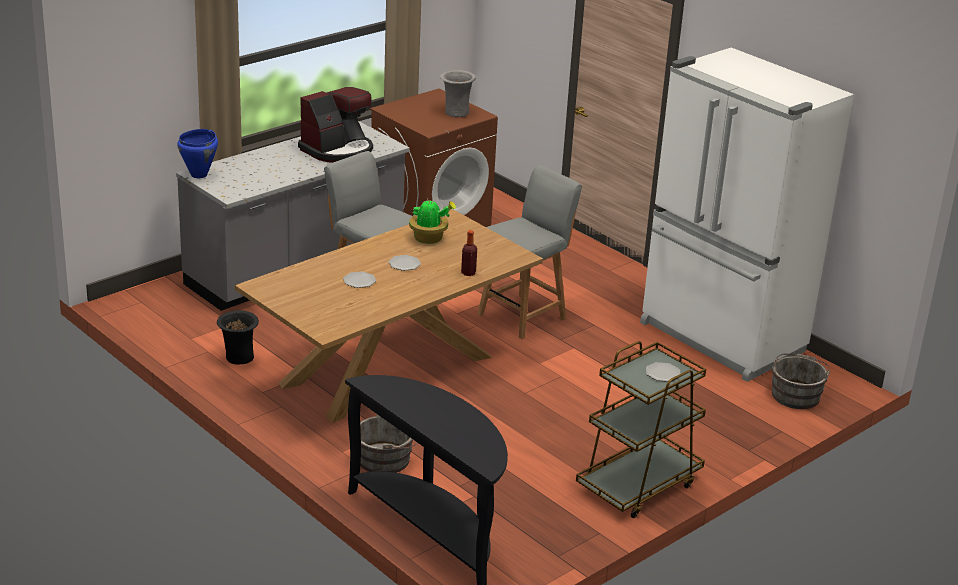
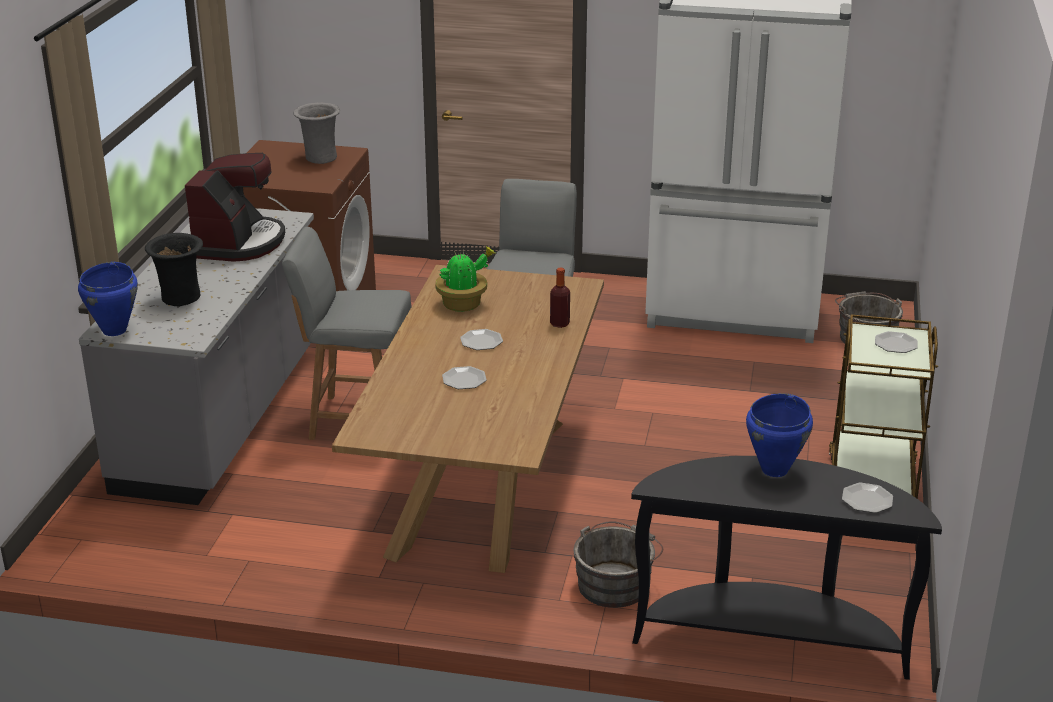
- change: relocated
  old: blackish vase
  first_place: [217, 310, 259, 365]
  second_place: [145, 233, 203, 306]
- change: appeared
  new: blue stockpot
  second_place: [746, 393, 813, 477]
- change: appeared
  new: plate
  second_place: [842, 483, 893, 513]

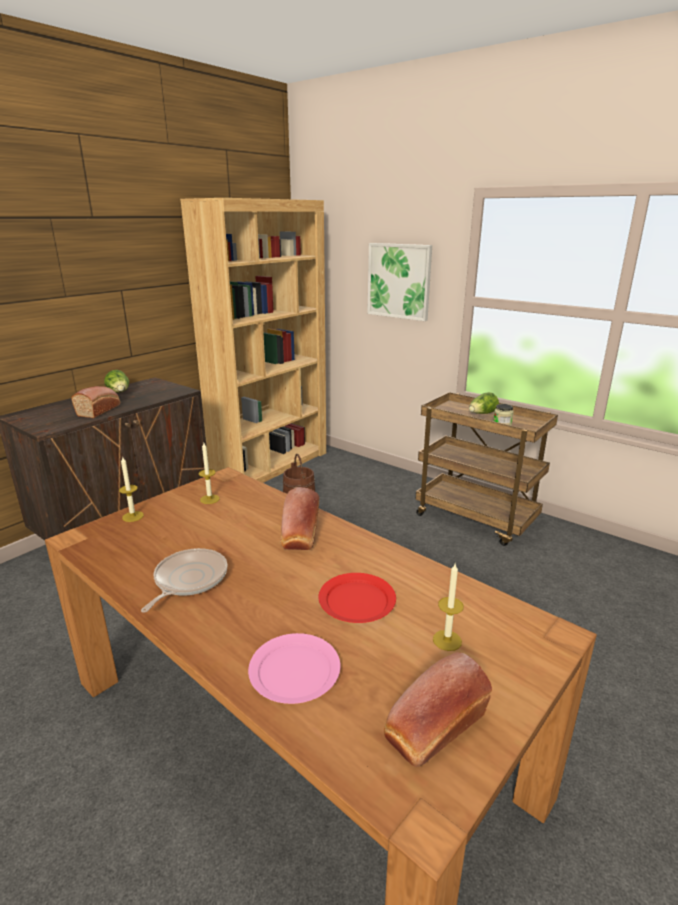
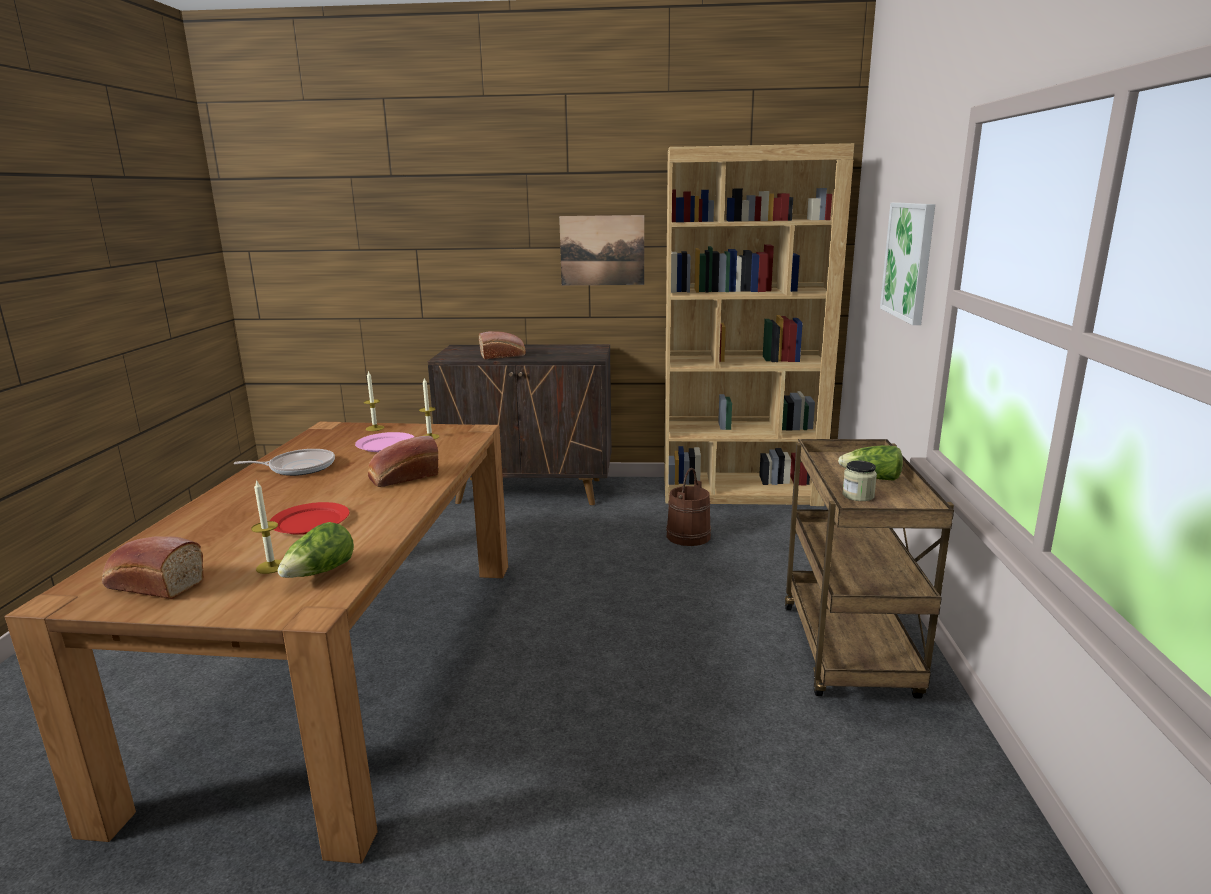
- change: relocated
  old: lettuce
  first_place: [104, 370, 129, 393]
  second_place: [278, 522, 354, 578]
- change: relocated
  old: pinkish plate
  first_place: [248, 633, 341, 704]
  second_place: [355, 432, 414, 452]
- change: appeared
  new: wall picture
  second_place: [559, 215, 644, 285]

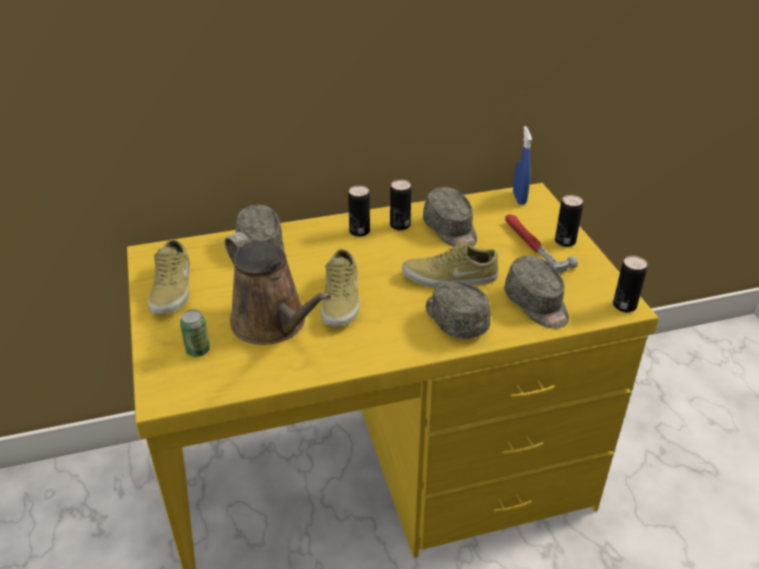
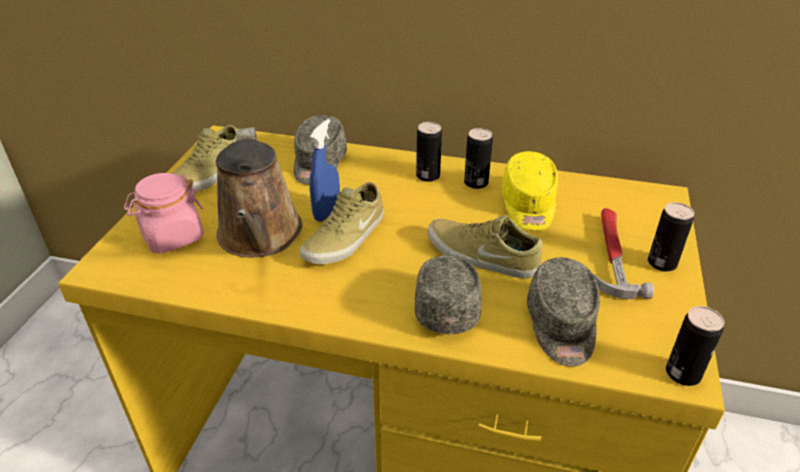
- change: exchanged
  old: metal can
  new: pinkish storage jar
  first_place: [180, 310, 210, 357]
  second_place: [124, 173, 204, 254]
- change: colour
  old: grey cap
  new: yellow cap
  first_place: [423, 187, 477, 247]
  second_place: [502, 151, 558, 231]
- change: relocated
  old: blue sprayer
  first_place: [513, 126, 532, 205]
  second_place: [310, 119, 340, 222]

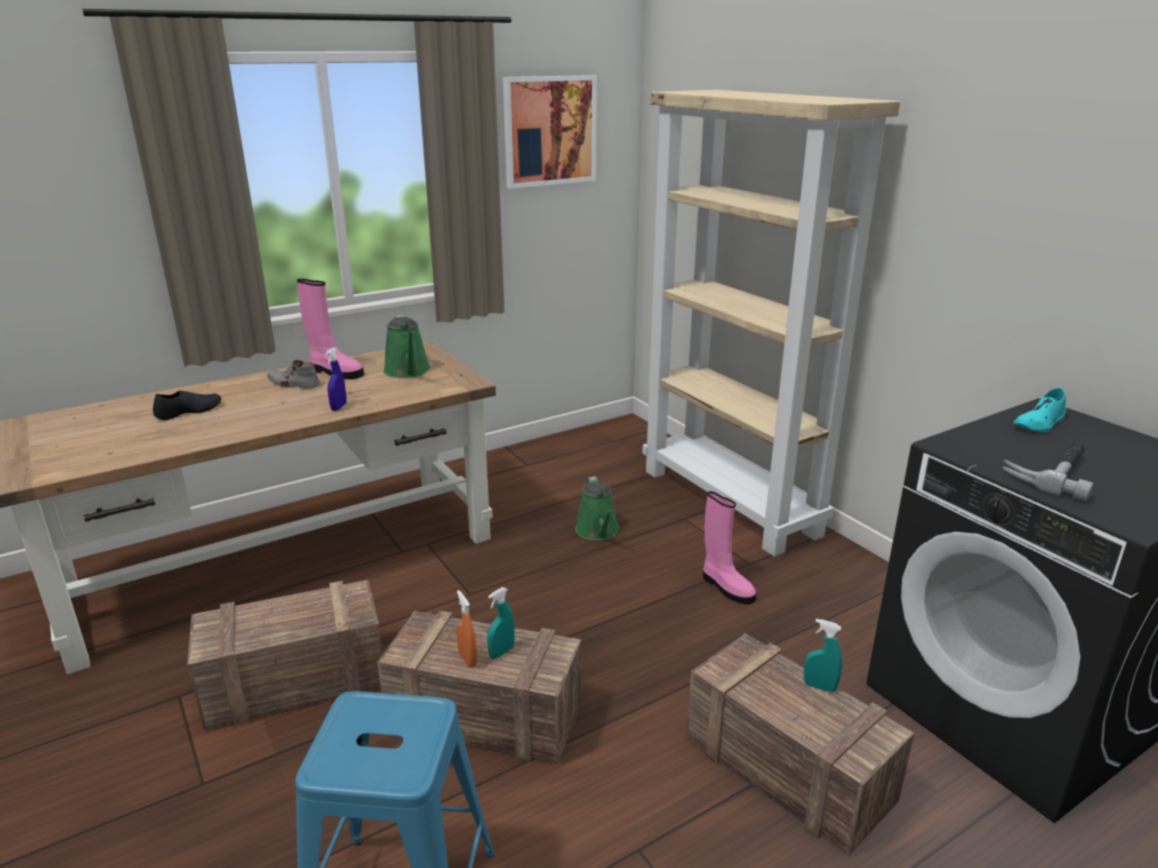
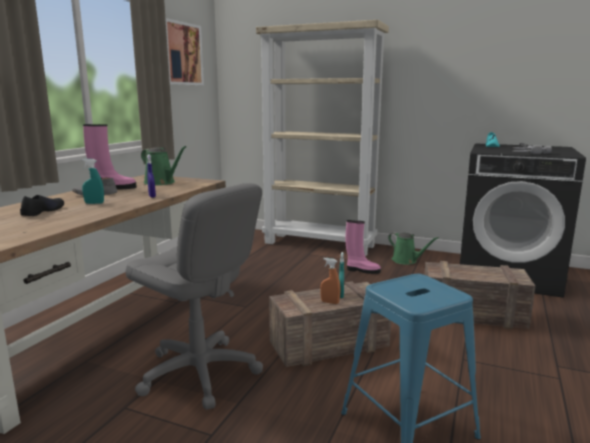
- change: exchanged
  old: packing crate
  new: grey desk chair
  first_place: [187, 580, 383, 729]
  second_place: [125, 183, 263, 410]
- change: relocated
  old: green sprinkling can
  first_place: [575, 476, 619, 540]
  second_place: [388, 232, 439, 265]
- change: relocated
  old: turquoise-coloured sprayer
  first_place: [804, 619, 842, 692]
  second_place: [81, 159, 104, 204]

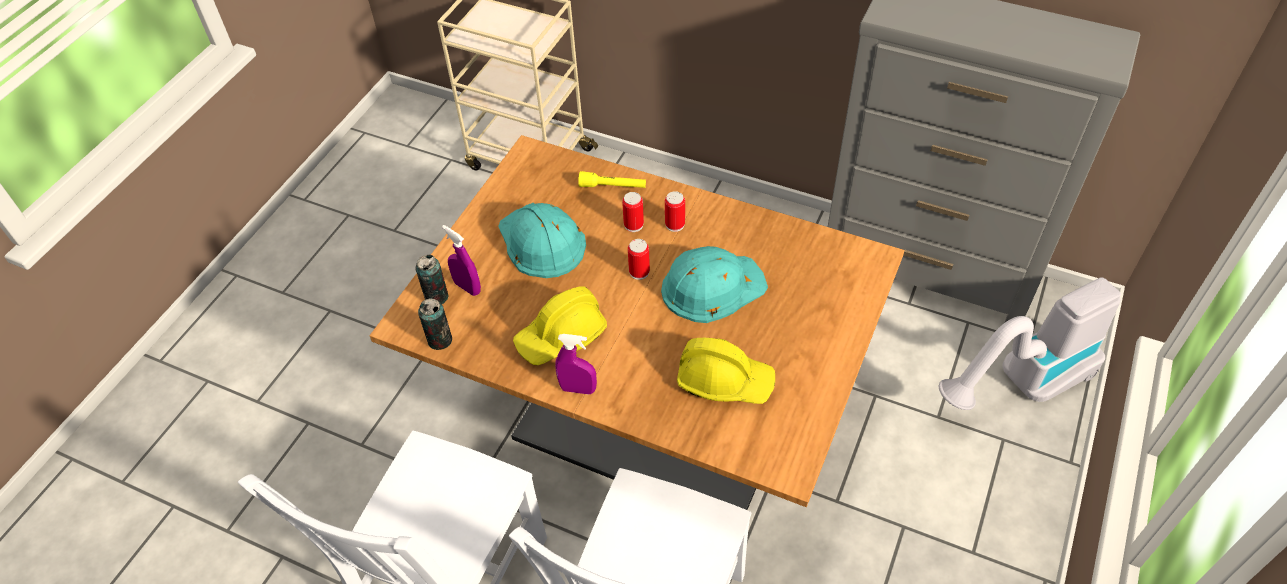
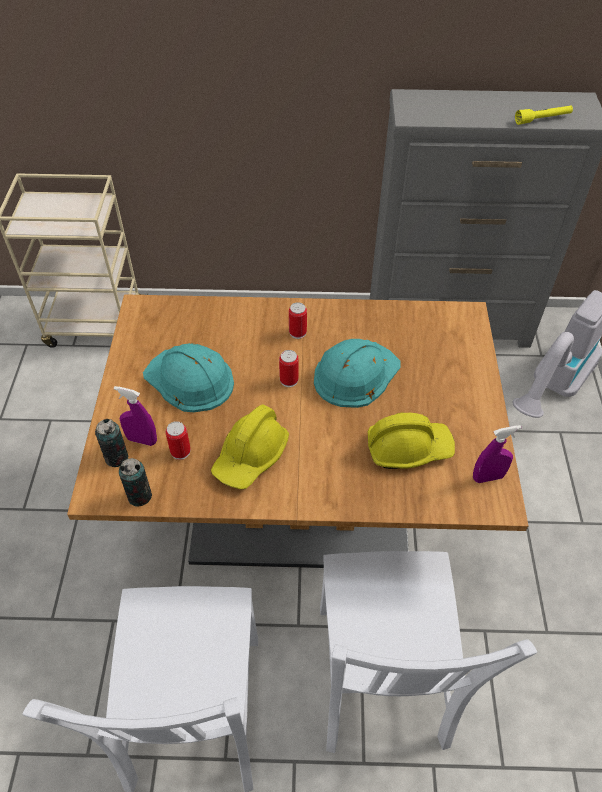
- change: relocated
  old: purple sprayer
  first_place: [555, 334, 597, 394]
  second_place: [473, 425, 521, 483]
- change: relocated
  old: yellow flashlight
  first_place: [578, 171, 646, 188]
  second_place: [515, 106, 573, 125]
- change: relocated
  old: metal can
  first_place: [622, 192, 644, 232]
  second_place: [166, 421, 191, 460]

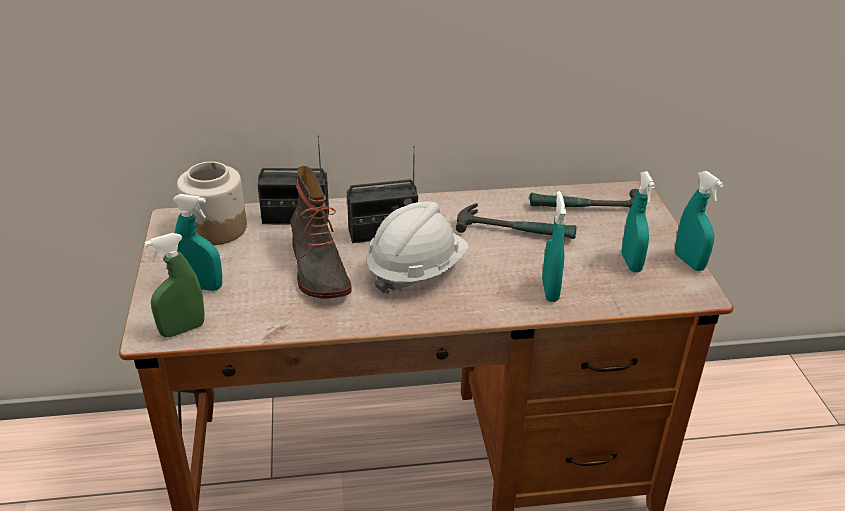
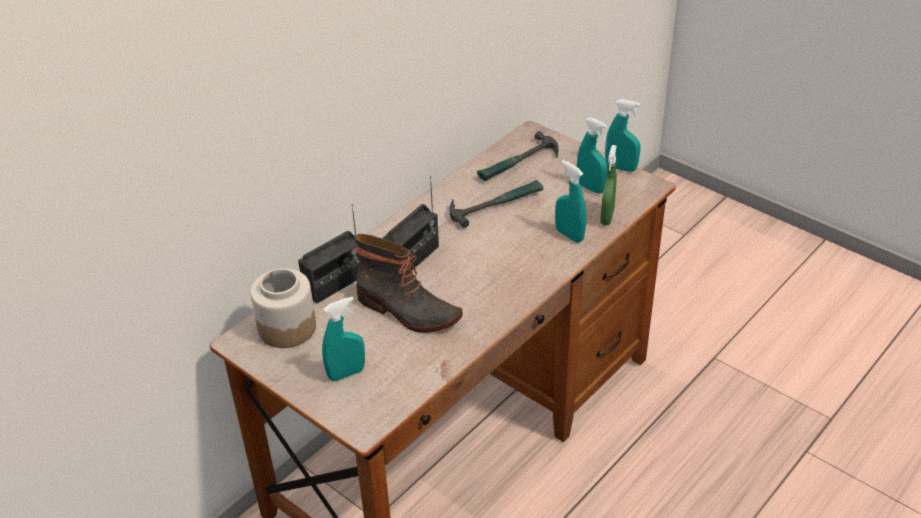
- change: relocated
  old: green sprayer
  first_place: [144, 233, 205, 337]
  second_place: [600, 145, 617, 225]
- change: missing
  old: white-coloured work helmet
  first_place: [367, 201, 469, 294]

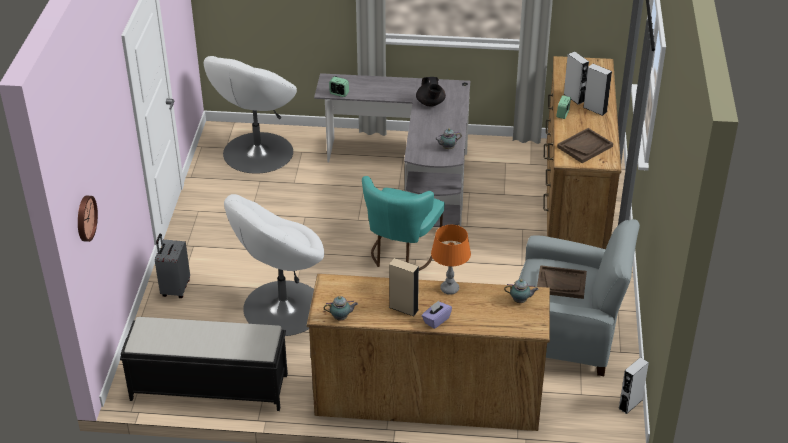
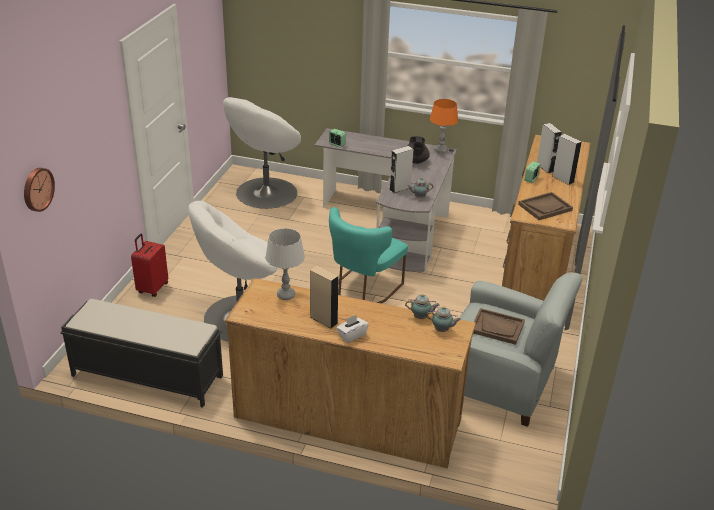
- change: colour
  old: grey suitcase
  new: red suitcase
  first_place: [155, 233, 190, 298]
  second_place: [131, 234, 168, 297]
- change: relocated
  old: tea pot
  first_place: [324, 296, 358, 320]
  second_place: [405, 294, 440, 319]
- change: colour
  old: purple box of tissues
  new: white-coloured box of tissues
  first_place: [422, 301, 452, 329]
  second_place: [336, 315, 369, 343]
- change: relocated
  old: orangey table lamp
  first_place: [431, 225, 471, 295]
  second_place: [430, 99, 458, 153]
- change: relocated
  old: grey audio speaker
  first_place: [618, 357, 649, 414]
  second_place: [390, 146, 413, 193]
- change: appeared
  new: grey table lamp
  second_place: [265, 228, 305, 300]

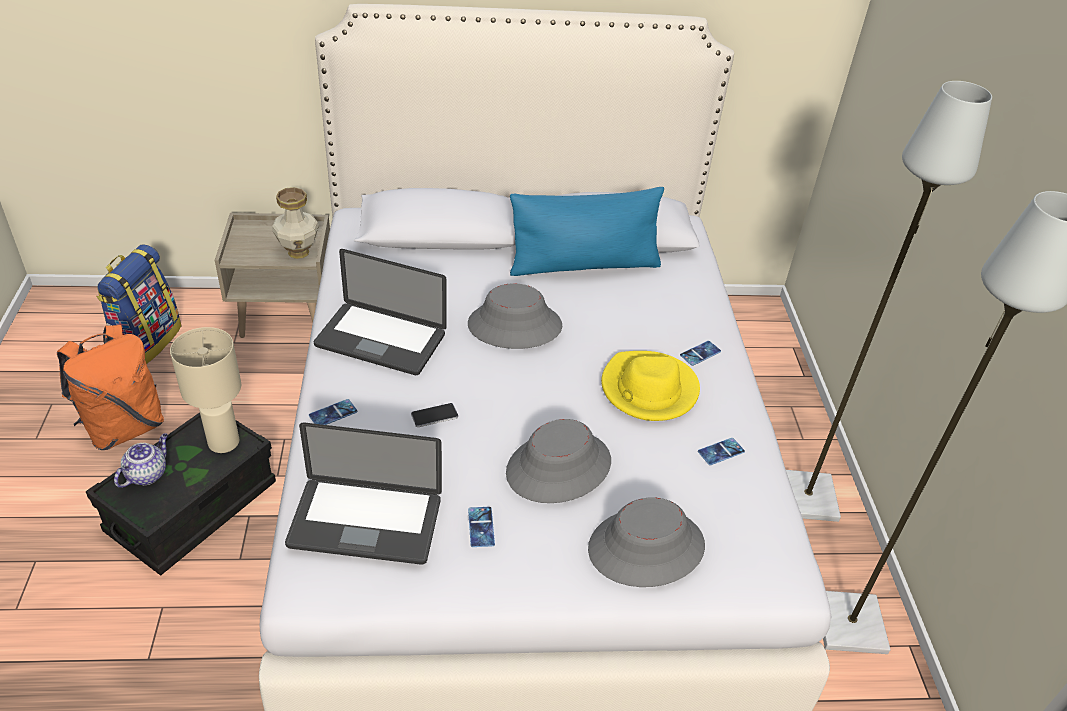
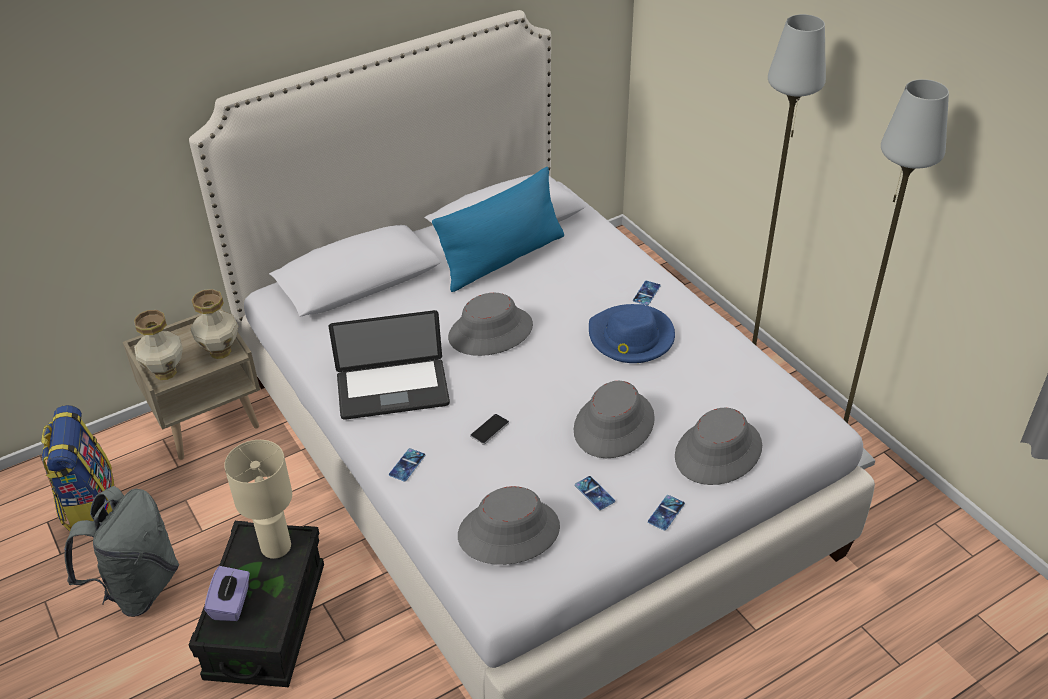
- change: colour
  old: orangey knapsack
  new: grey knapsack
  first_place: [57, 325, 164, 450]
  second_place: [64, 486, 179, 617]
- change: exchanged
  old: tea pot
  new: purple box of tissues
  first_place: [114, 433, 168, 488]
  second_place: [204, 566, 250, 621]
- change: exchanged
  old: portable computer
  new: grey wearable hat
  first_place: [285, 423, 442, 565]
  second_place: [458, 486, 560, 565]
- change: colour
  old: yellow wearable hat
  new: blue wearable hat
  first_place: [601, 351, 700, 421]
  second_place: [589, 304, 675, 363]
- change: relocated
  old: phone
  first_place: [698, 438, 745, 465]
  second_place: [648, 495, 685, 531]
- change: appeared
  new: vase
  second_place: [134, 310, 183, 380]

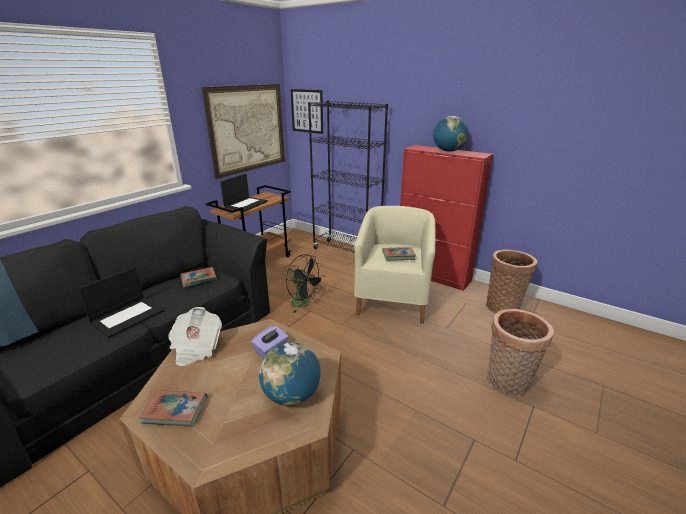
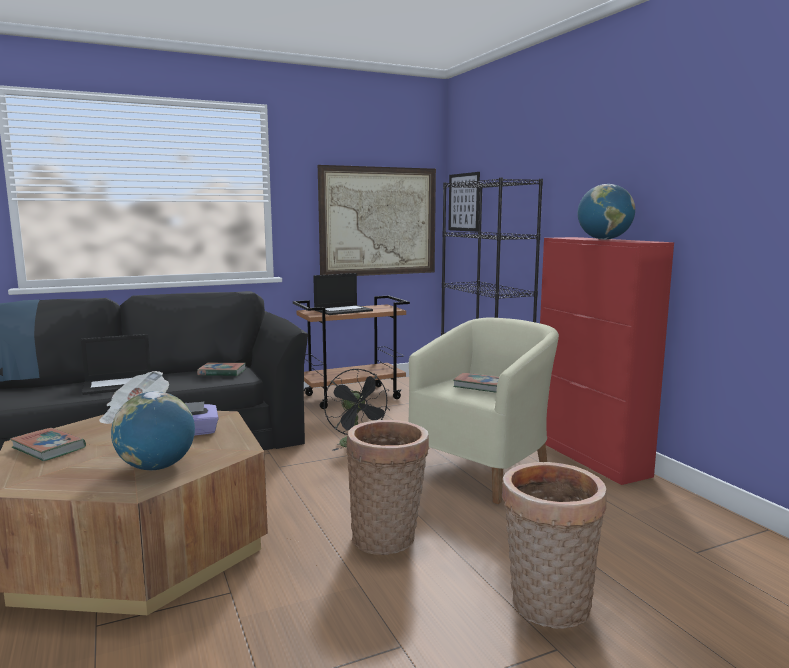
- change: relocated
  old: storage basket
  first_place: [486, 250, 537, 314]
  second_place: [346, 420, 429, 555]

